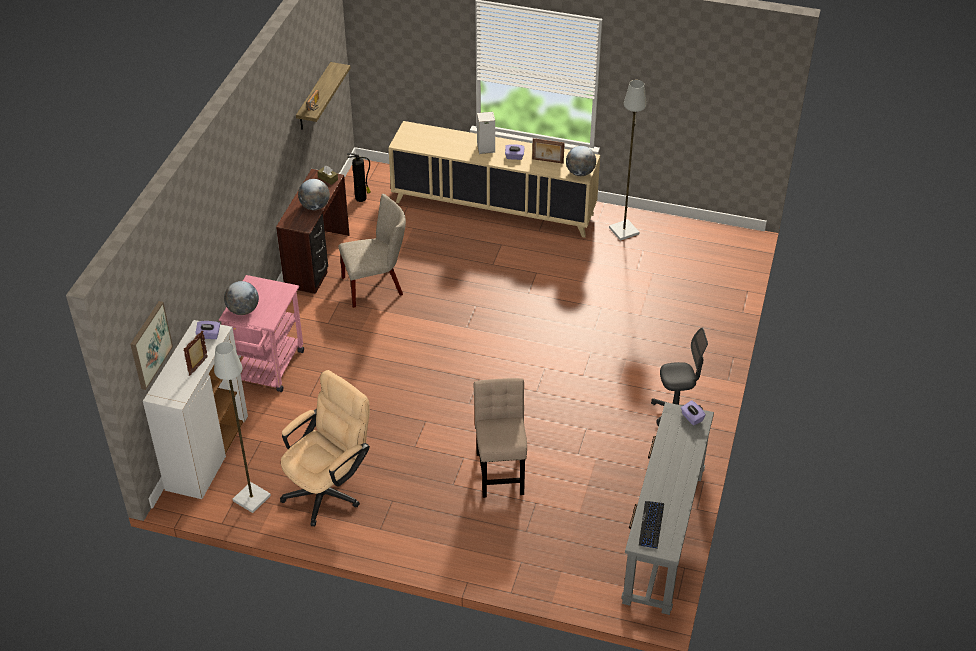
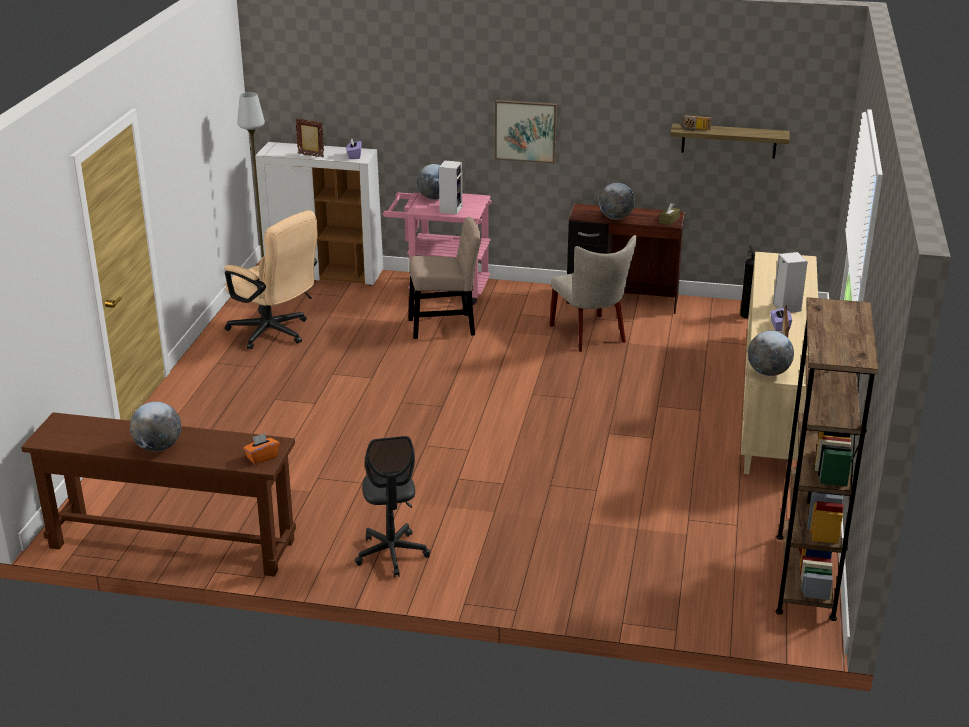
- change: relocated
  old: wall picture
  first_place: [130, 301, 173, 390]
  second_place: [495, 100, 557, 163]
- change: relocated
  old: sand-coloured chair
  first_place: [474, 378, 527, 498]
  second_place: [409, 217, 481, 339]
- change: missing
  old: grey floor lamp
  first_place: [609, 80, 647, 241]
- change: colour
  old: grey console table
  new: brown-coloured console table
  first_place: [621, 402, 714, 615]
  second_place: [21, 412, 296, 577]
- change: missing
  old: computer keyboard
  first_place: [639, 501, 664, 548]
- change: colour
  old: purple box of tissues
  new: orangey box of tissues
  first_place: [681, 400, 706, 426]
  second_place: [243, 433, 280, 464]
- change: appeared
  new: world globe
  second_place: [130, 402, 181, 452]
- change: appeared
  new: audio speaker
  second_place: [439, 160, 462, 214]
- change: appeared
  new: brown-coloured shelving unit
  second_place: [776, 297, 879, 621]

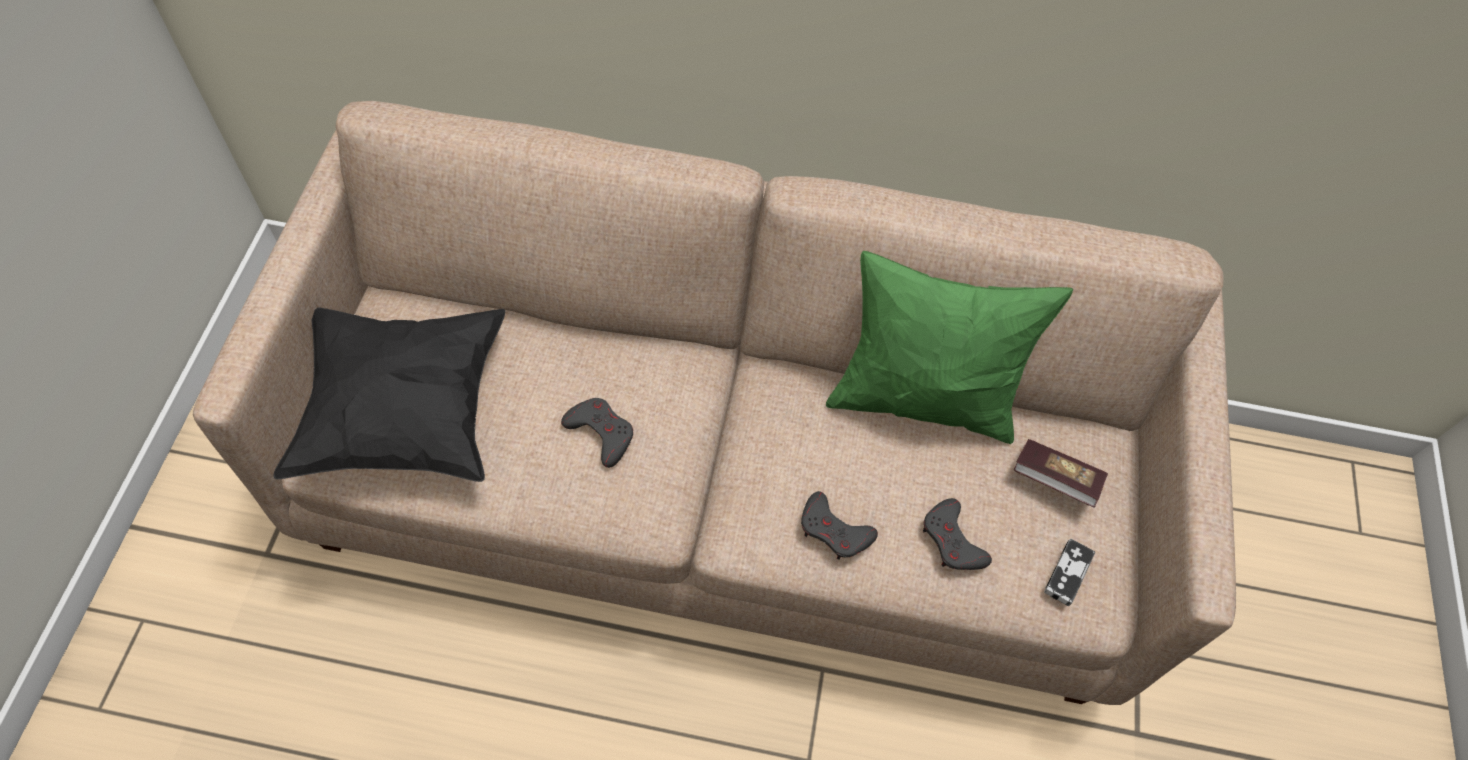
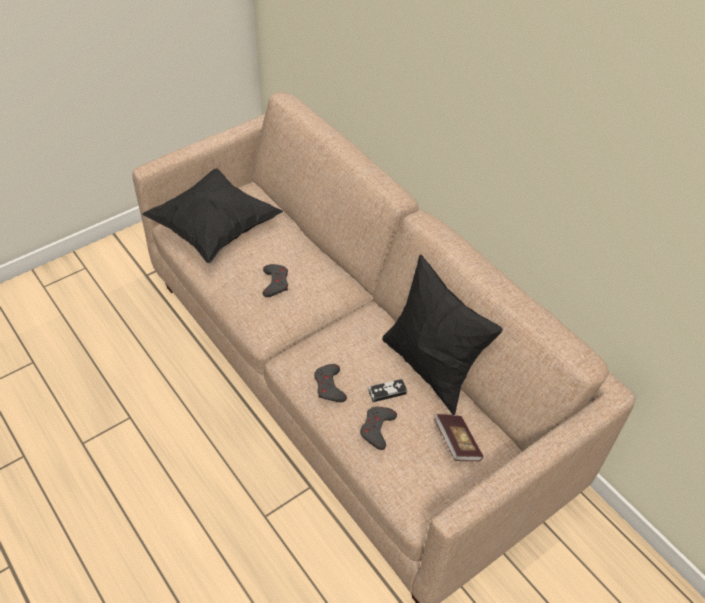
- change: colour
  old: green pillow
  new: blackish pillow
  first_place: [826, 251, 1073, 444]
  second_place: [382, 255, 503, 415]
- change: relocated
  old: game controller
  first_place: [1044, 539, 1095, 606]
  second_place: [368, 379, 407, 402]

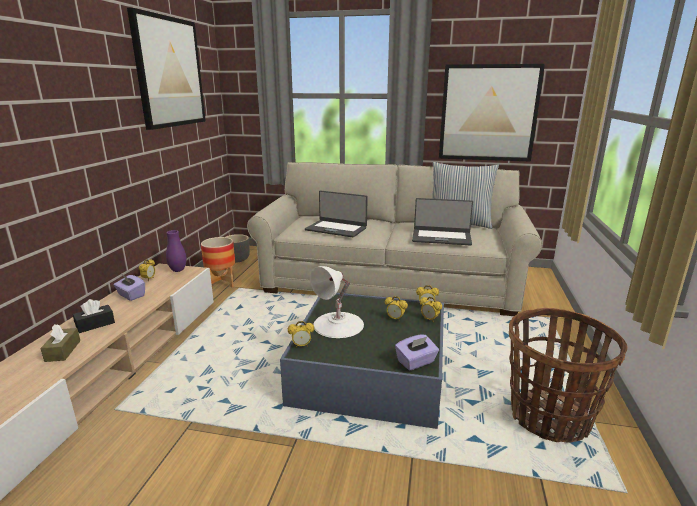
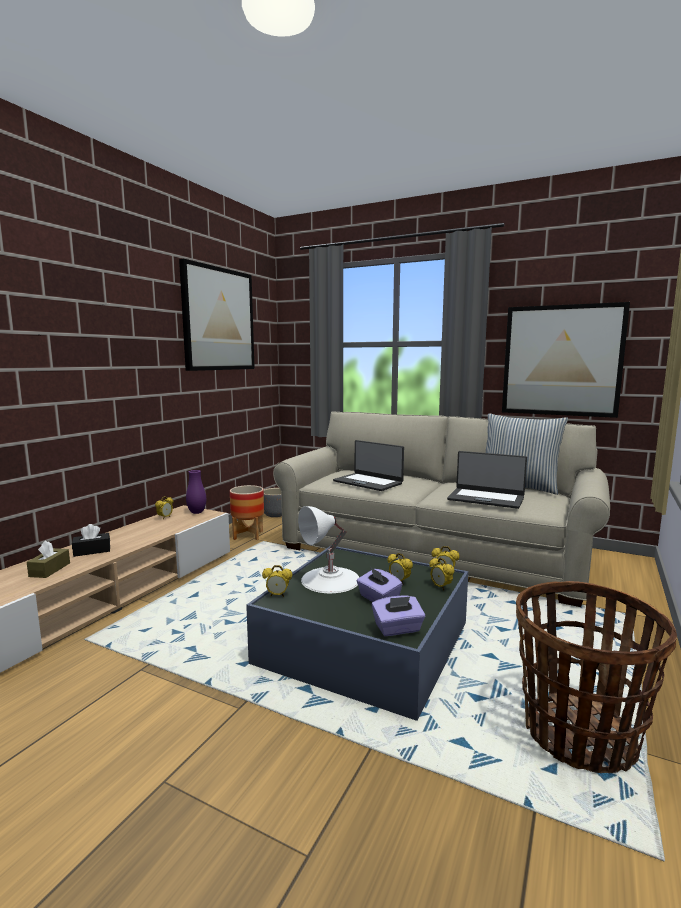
- change: relocated
  old: purple box of tissues
  first_place: [114, 275, 145, 301]
  second_place: [357, 567, 402, 602]

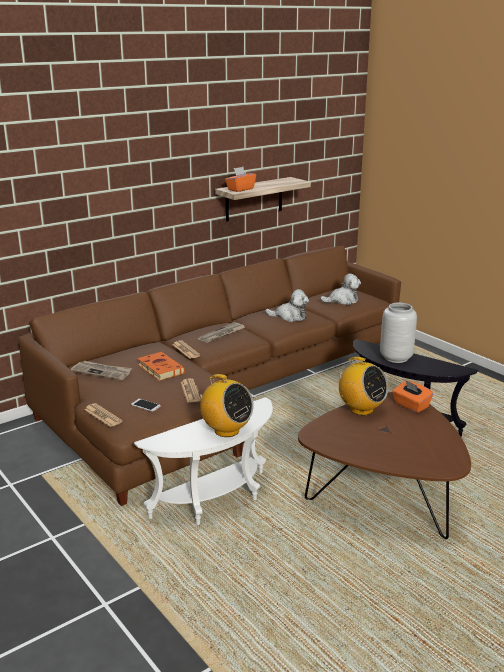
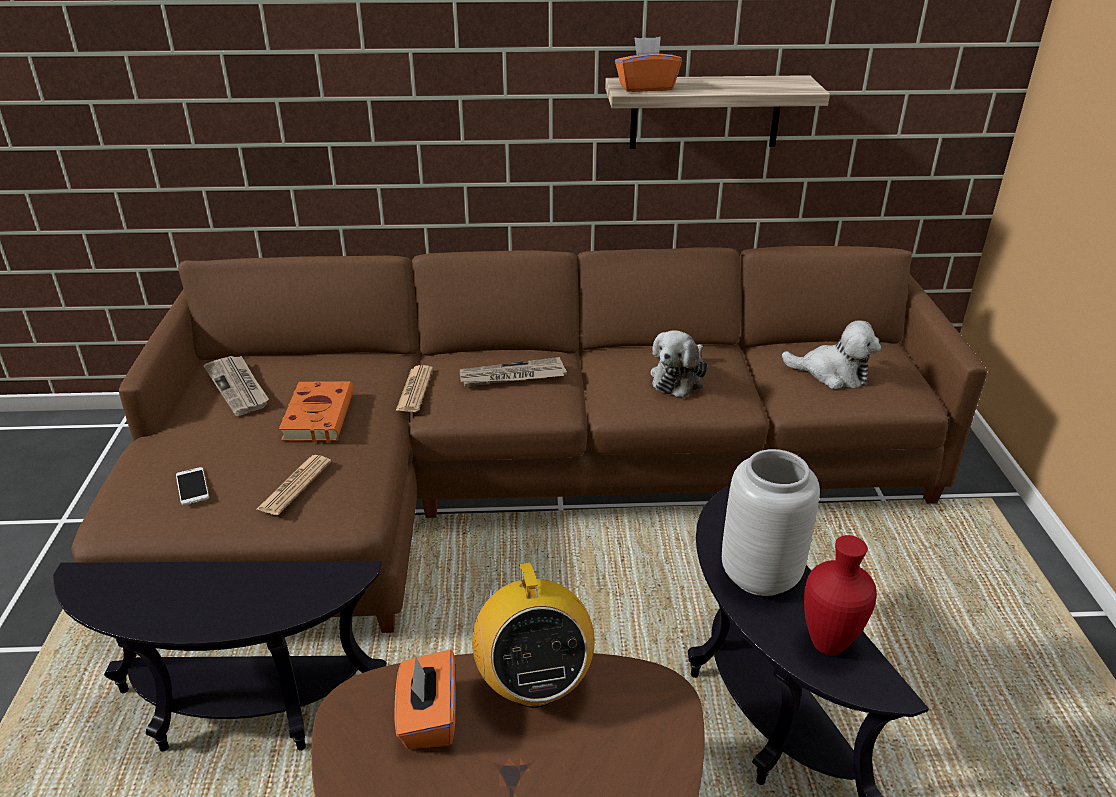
- change: missing
  old: printed paper
  first_place: [84, 403, 123, 427]
- change: colour
  old: white-coloured side table
  new: blackish side table
  first_place: [134, 397, 273, 525]
  second_place: [53, 561, 387, 752]
- change: missing
  old: radio
  first_place: [196, 374, 254, 437]
- change: spun
  old: soft toy
  first_place: [265, 289, 309, 322]
  second_place: [650, 330, 708, 398]
  degrees: 75
- change: relocated
  old: orangey box of tissues
  first_place: [392, 380, 433, 413]
  second_place: [395, 650, 455, 749]
- change: appeared
  new: red vase
  second_place: [804, 535, 877, 655]

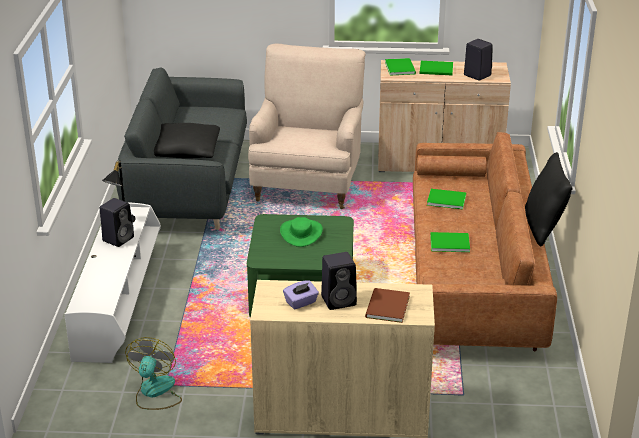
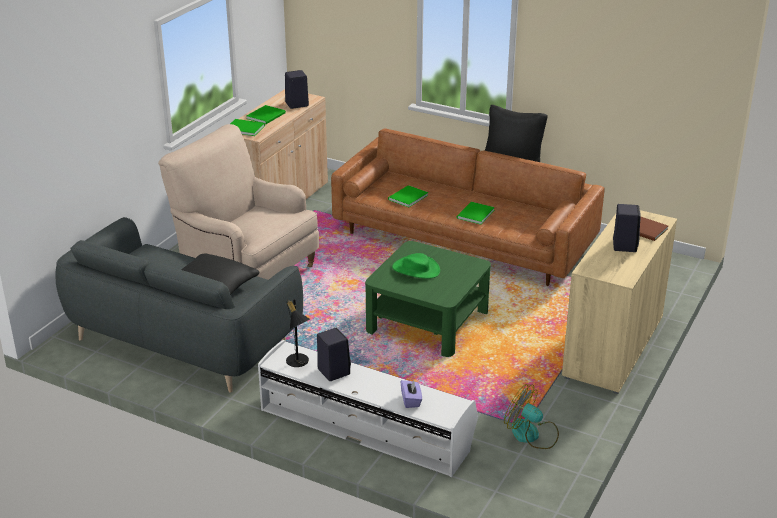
- change: relocated
  old: purple box of tissues
  first_place: [283, 280, 319, 310]
  second_place: [401, 380, 422, 408]

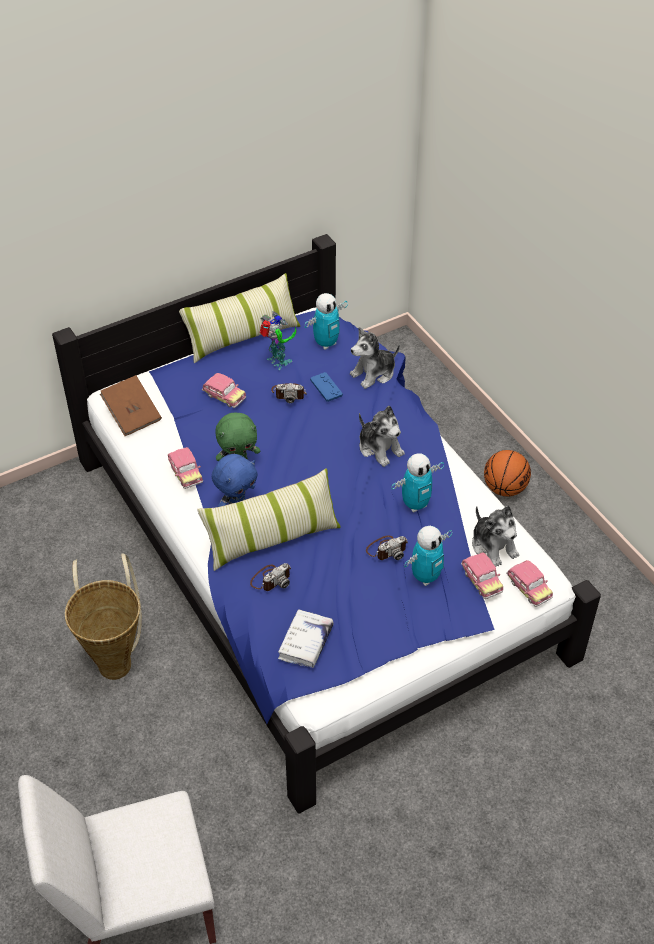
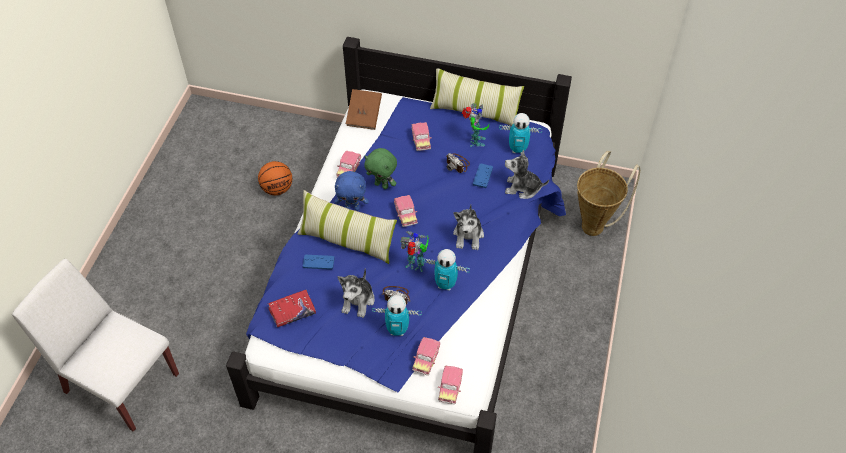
- change: relocated
  old: storage basket
  first_place: [65, 553, 142, 680]
  second_place: [577, 151, 640, 236]
- change: exchanged
  old: photo camera
  new: blue game controller
  first_place: [250, 563, 291, 591]
  second_place: [303, 255, 335, 270]
- change: colour
  old: white-coloured volume
  new: red volume
  first_place: [278, 609, 334, 668]
  second_place: [268, 290, 316, 327]
- change: relocated
  old: soft toy
  first_place: [472, 506, 519, 567]
  second_place: [338, 268, 375, 318]
- change: relocated
  old: basketball
  first_place: [484, 450, 531, 497]
  second_place: [258, 161, 292, 195]
- change: appeared
  new: model car
  second_place: [394, 195, 418, 227]
- change: appeared
  new: toy robot
  second_place: [400, 231, 429, 272]

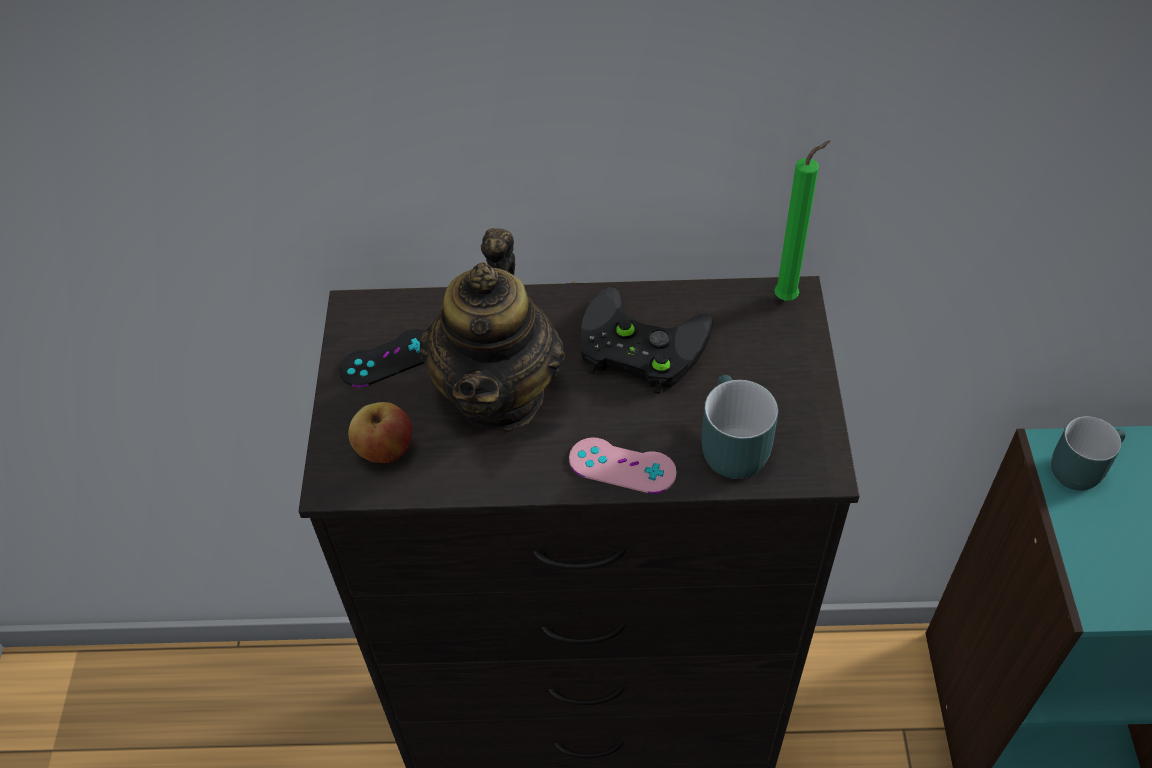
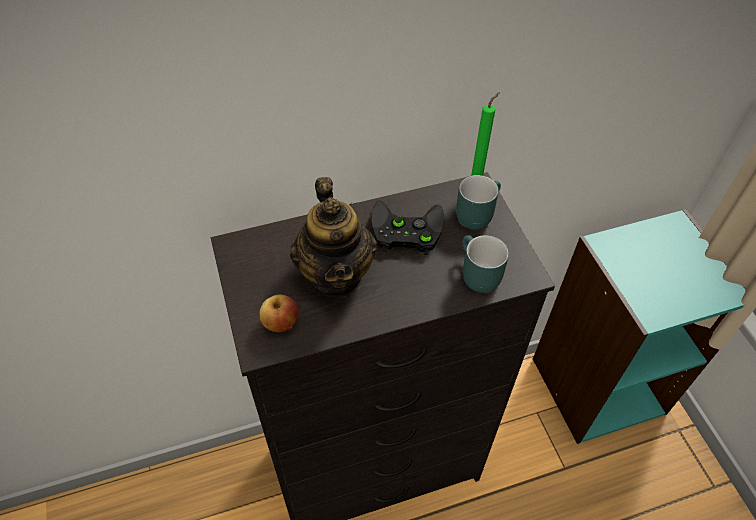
- change: missing
  old: blackish game controller
  first_place: [339, 329, 425, 387]
- change: missing
  old: pinkish game controller
  first_place: [569, 437, 677, 494]
- change: relocated
  old: turquoise-coloured coffee mug
  first_place: [1051, 416, 1126, 490]
  second_place: [456, 175, 501, 230]

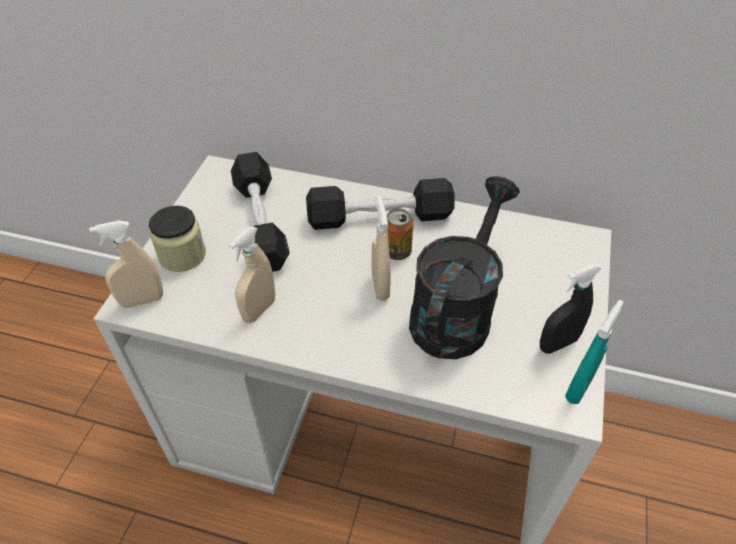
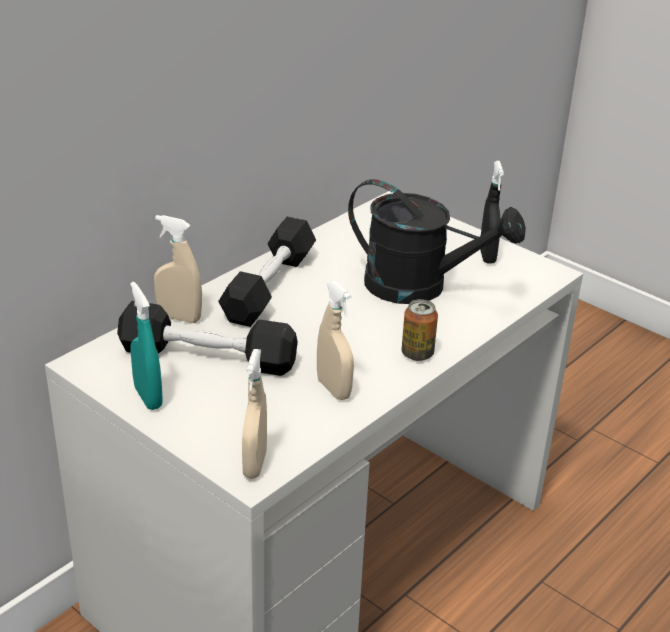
- change: missing
  old: storage jar
  first_place: [149, 206, 206, 272]
- change: relocated
  old: sand-coloured sprayer
  first_place: [371, 196, 391, 301]
  second_place: [154, 215, 202, 323]
- change: relocated
  old: metal can
  first_place: [387, 208, 413, 260]
  second_place: [402, 299, 438, 361]
- change: spun
  old: blackish sprinkling can
  first_place: [409, 176, 520, 359]
  second_place: [348, 179, 526, 304]
  degrees: 150
- change: relocated
  old: turquoise-coloured sprayer
  first_place: [565, 300, 624, 404]
  second_place: [130, 282, 163, 410]

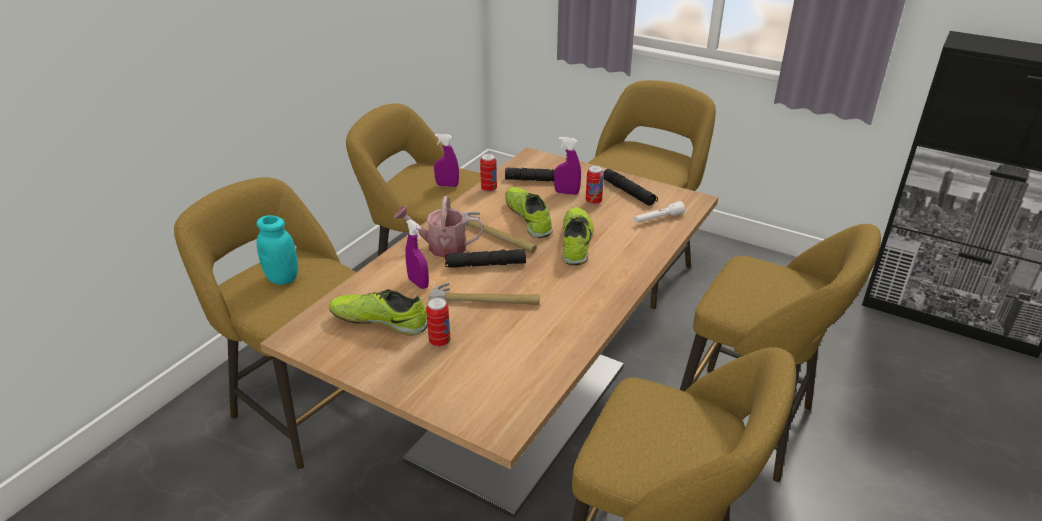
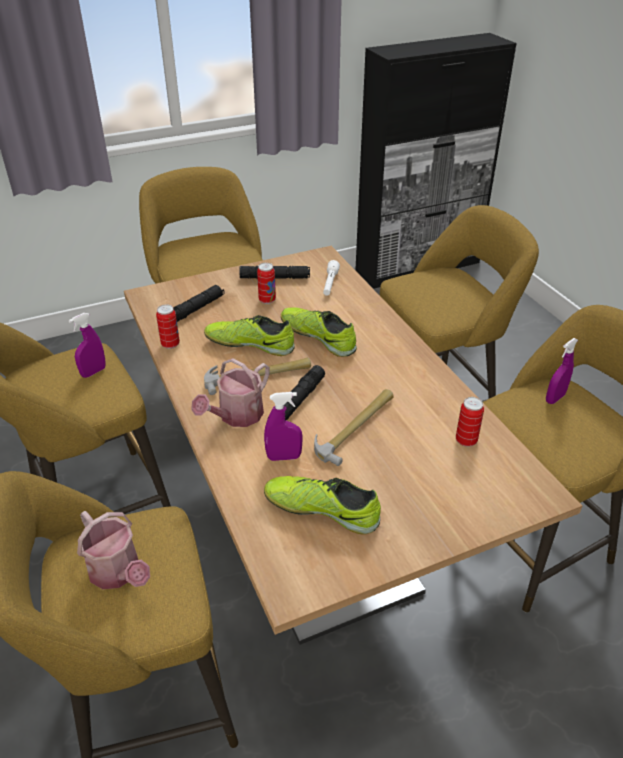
- change: exchanged
  old: turquoise-coloured storage jar
  new: sprinkling can
  first_place: [256, 215, 298, 285]
  second_place: [77, 511, 150, 589]
- change: spun
  old: shoe
  first_place: [329, 289, 428, 336]
  second_place: [264, 476, 381, 535]
  degrees: 60
- change: relocated
  old: metal can
  first_place: [426, 297, 450, 347]
  second_place: [456, 397, 484, 447]
- change: relocated
  old: purple sprayer
  first_place: [554, 137, 581, 195]
  second_place: [546, 338, 578, 404]

